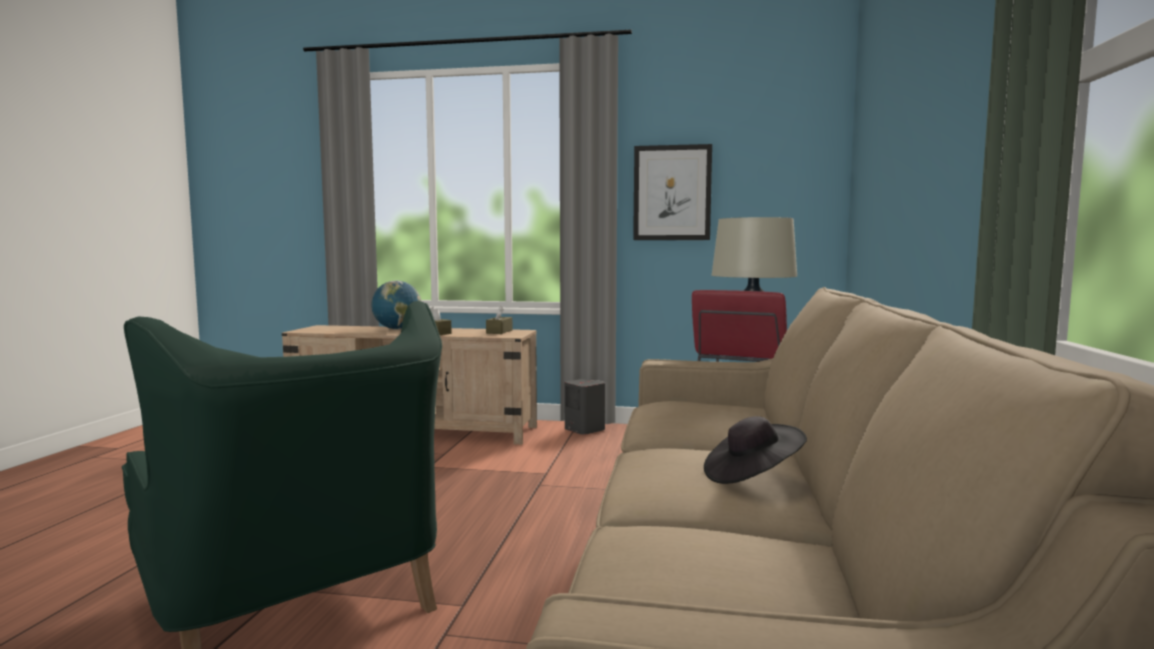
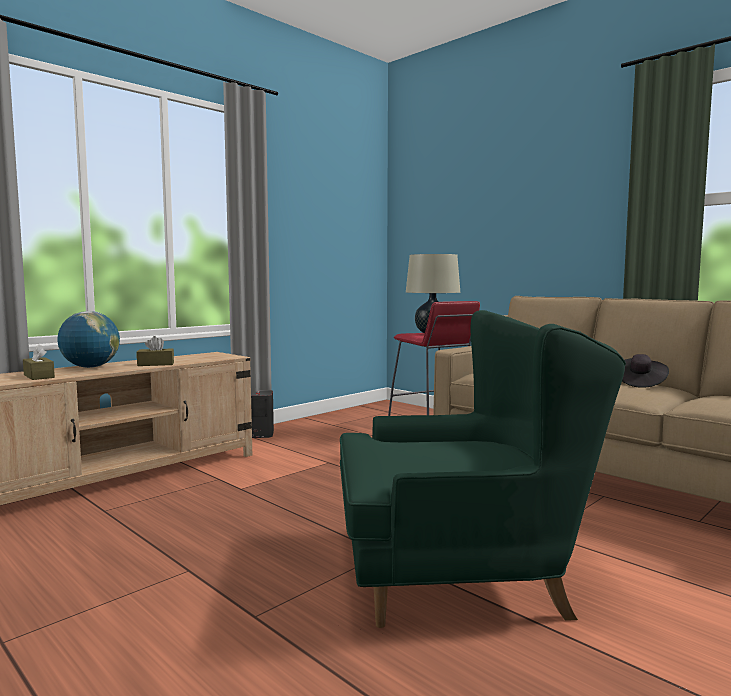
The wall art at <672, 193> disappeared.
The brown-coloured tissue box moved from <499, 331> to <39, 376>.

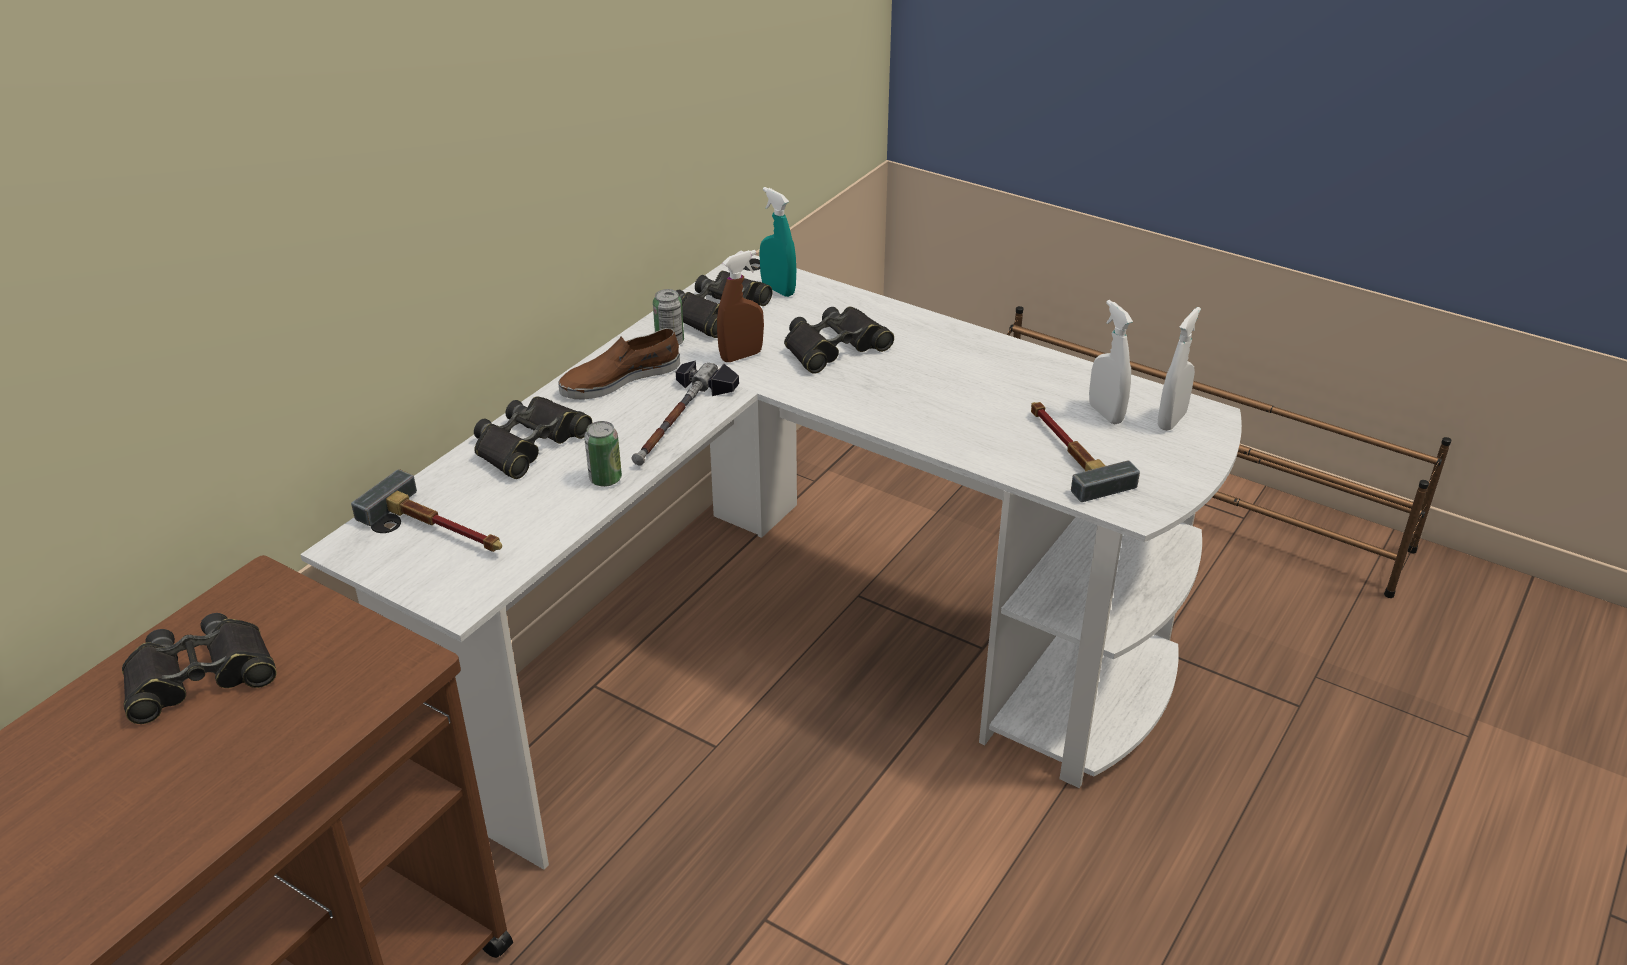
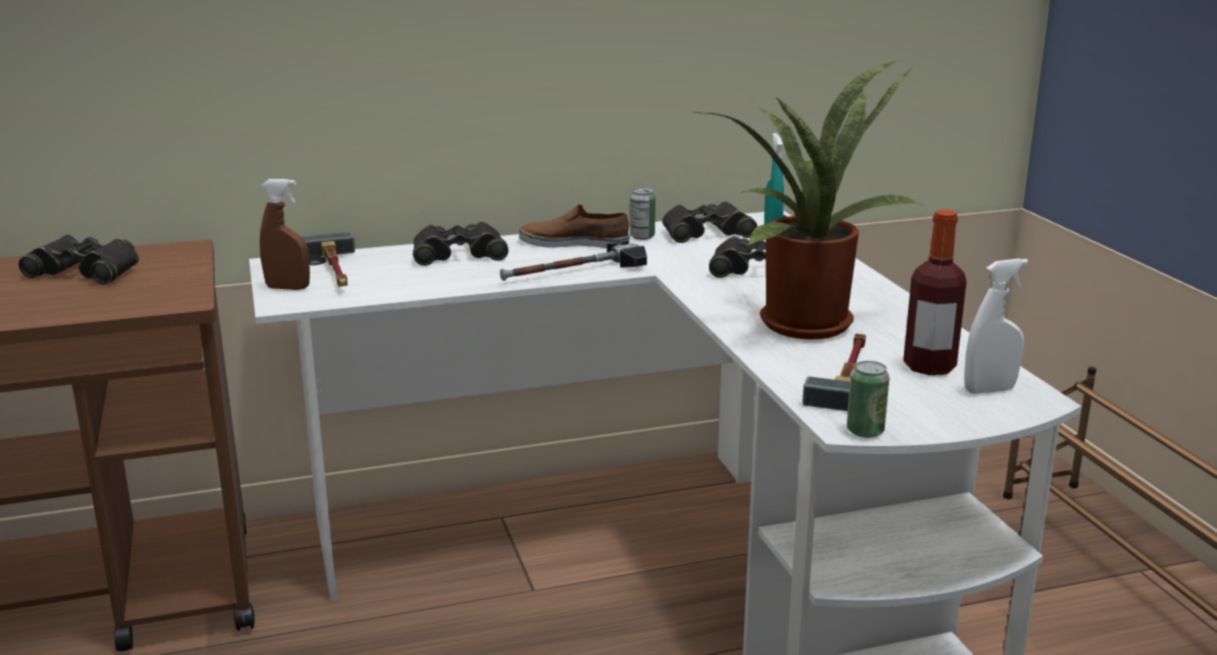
The houseplant at <801, 321> appeared.
The metal can moved from <605, 479> to <865, 431>.
The brown-coloured spray bottle moved from <741, 356> to <288, 288>.
The whitish spray bottle at <1105, 413> was replaced by the drink bottle at <929, 367>.

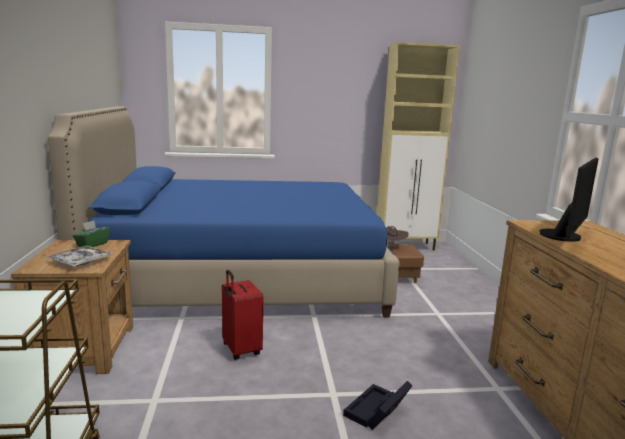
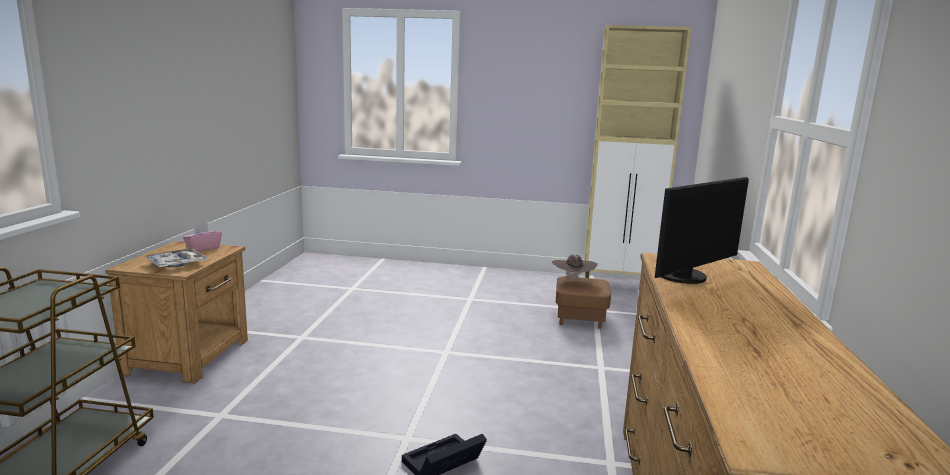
The bluish bedroom bed at <240, 277> disappeared.
The reddish suitcase at <240, 350> disappeared.
The green tissue box at <92, 244> became the pink tissue box at <203, 248>.

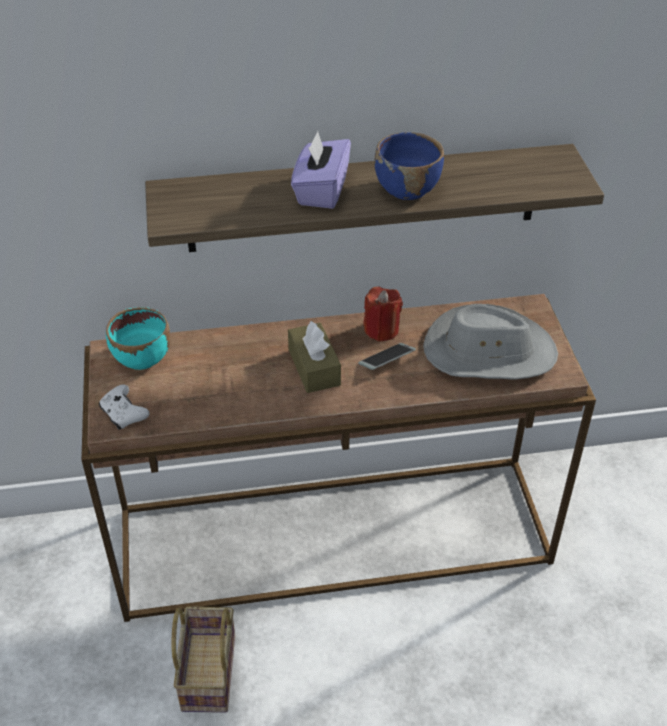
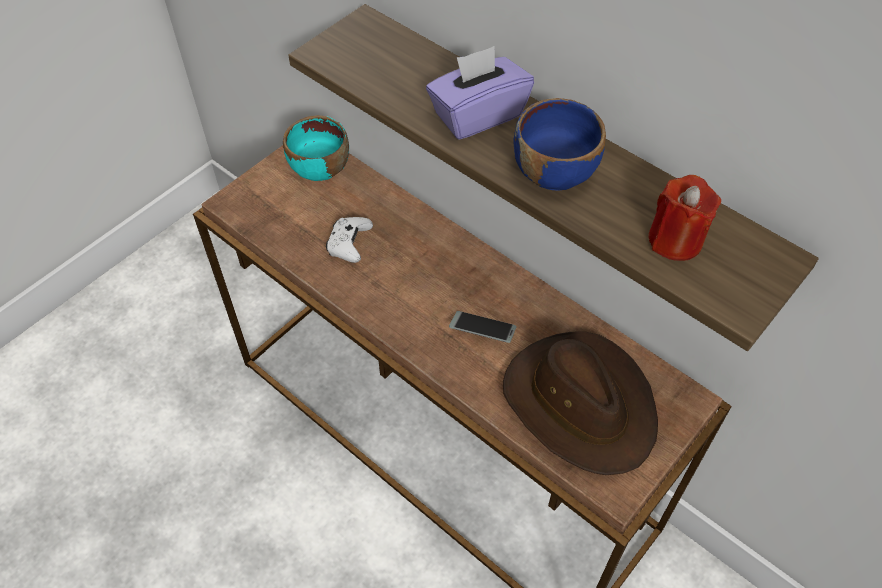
The storage basket at <207, 670> disappeared.
The brown-coloured tissue box at <314, 367> disappeared.
The whitish joypad moved from <123, 414> to <349, 245>.
The reddish wax light moved from <381, 329> to <675, 240>.
The grey clothing hat at <488, 351> became the brown-coloured clothing hat at <580, 403>.

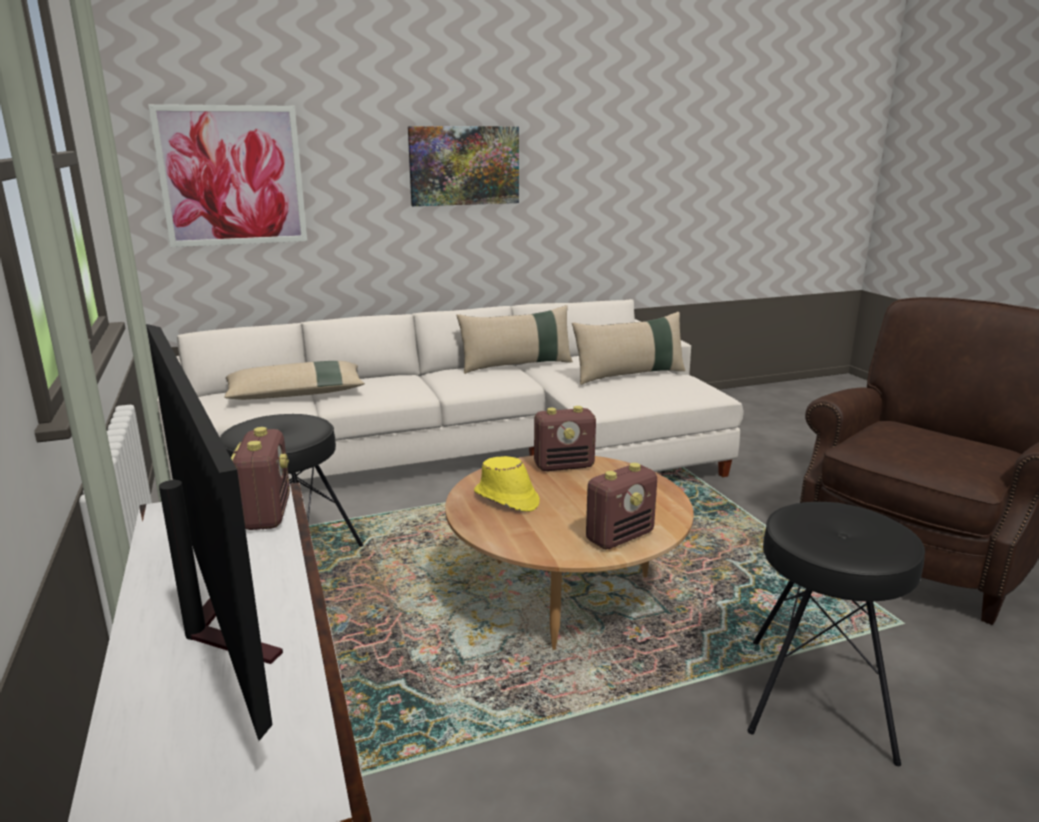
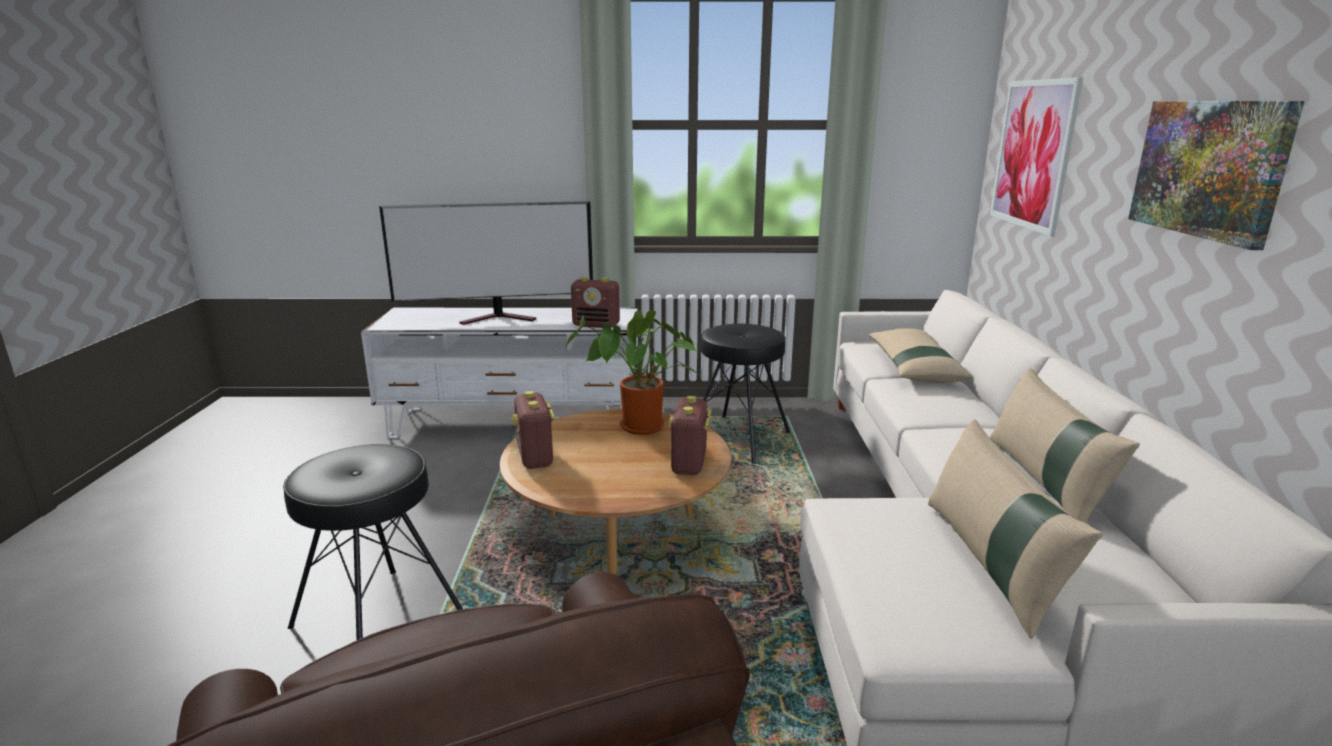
The yellowish clothing hat at <506, 499> was replaced by the houseplant at <639, 429>.

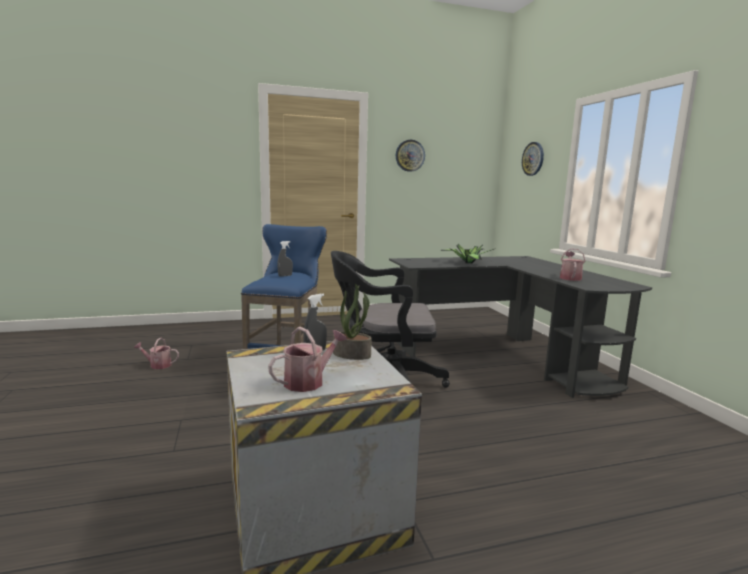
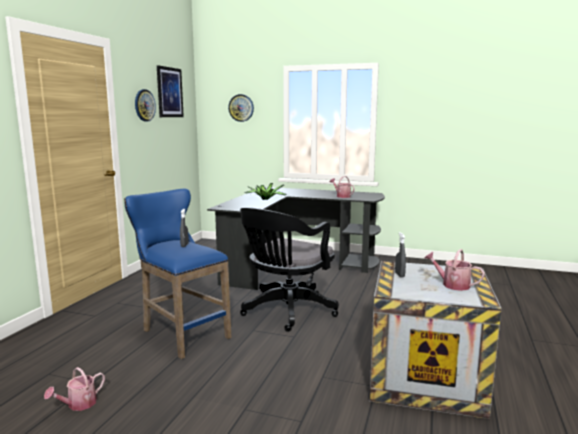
The houseplant at <352, 354> disappeared.
The wall art at <169, 92> appeared.
The watering pot at <308, 381> turned 45 degrees counterclockwise.

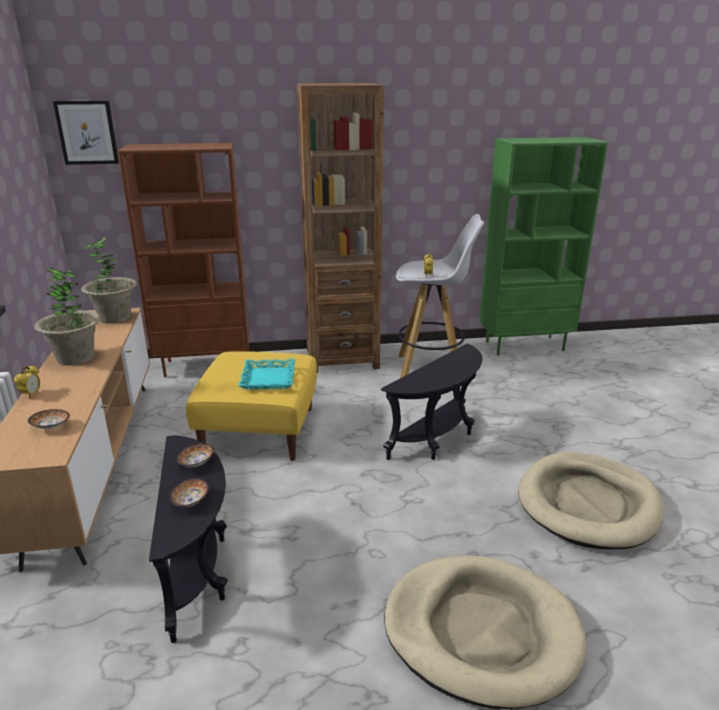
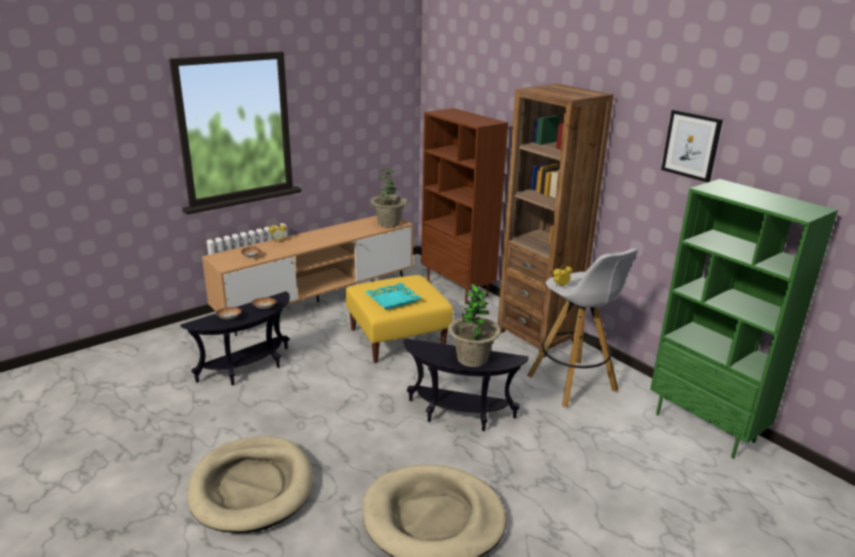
The houseplant moved from <75, 358> to <472, 359>.
The wall art moved from <87, 132> to <691, 145>.

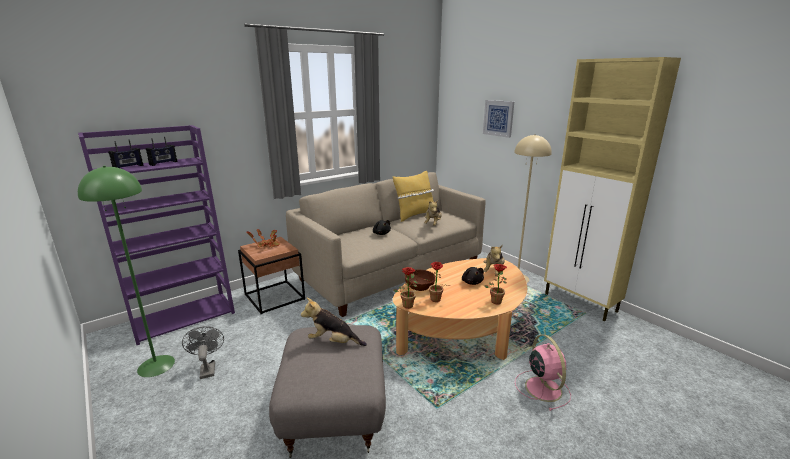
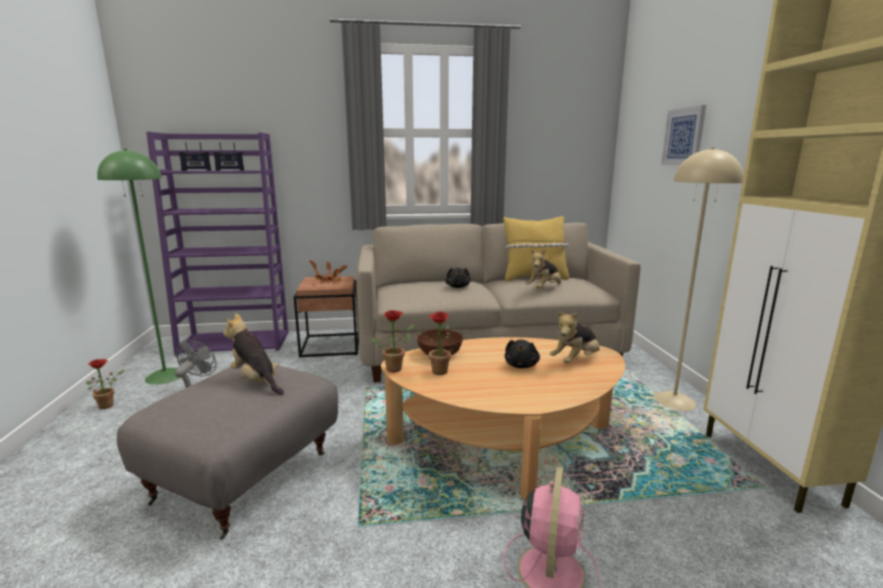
The houseplant moved from <495, 300> to <109, 404>.

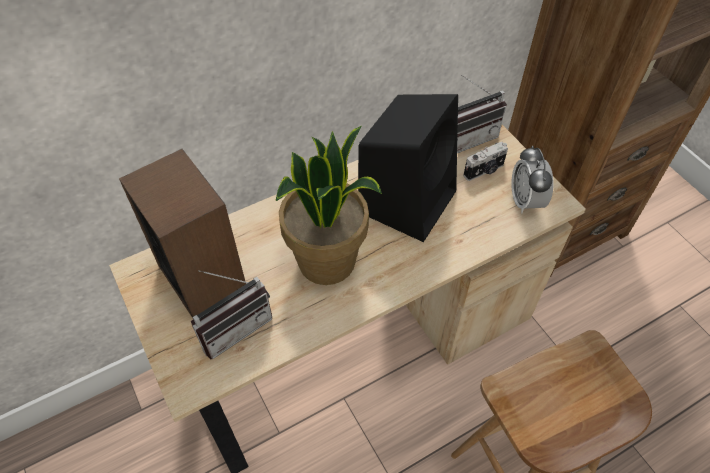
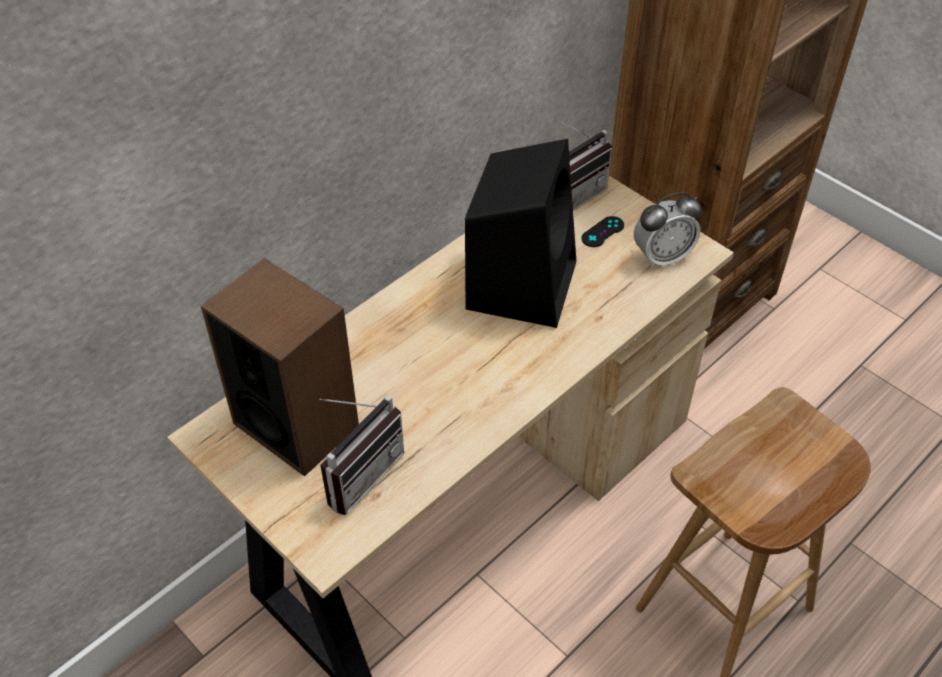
The houseplant at <328, 262> disappeared.
The photo camera at <484, 171> was replaced by the black joypad at <602, 232>.
The table clock at <525, 201> turned 90 degrees counterclockwise.

